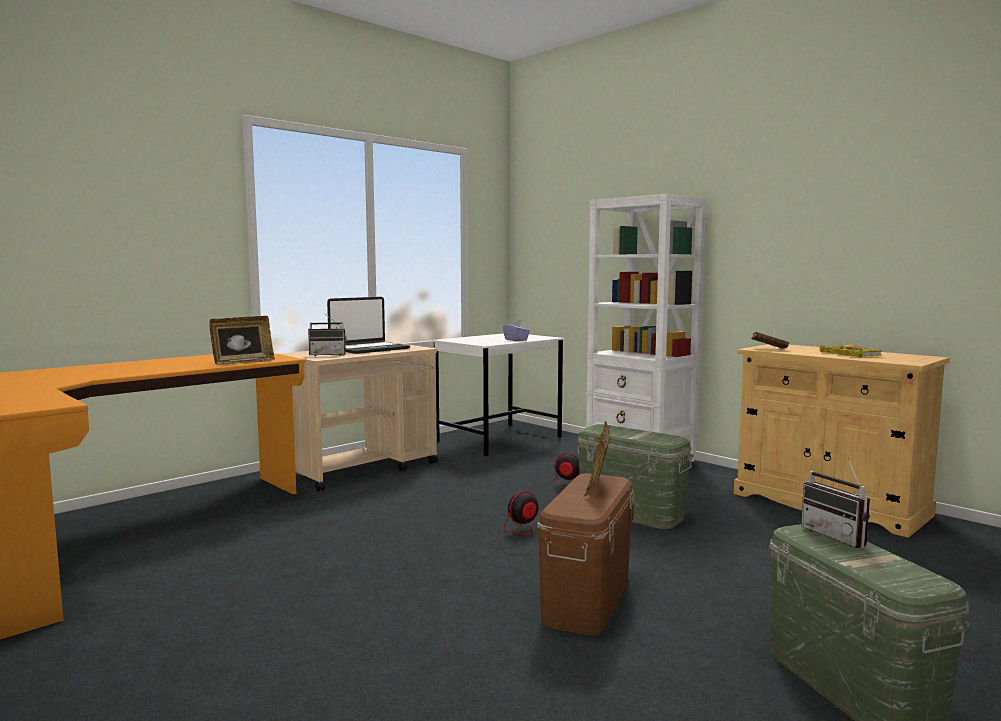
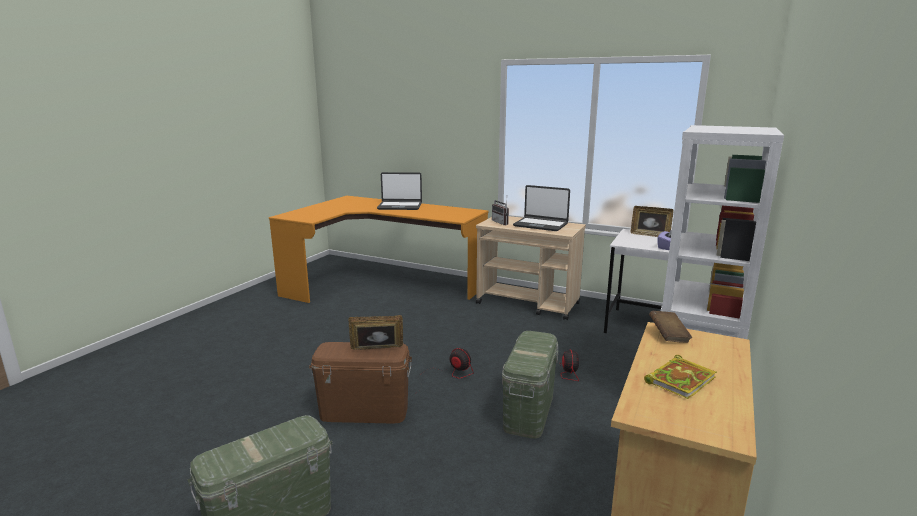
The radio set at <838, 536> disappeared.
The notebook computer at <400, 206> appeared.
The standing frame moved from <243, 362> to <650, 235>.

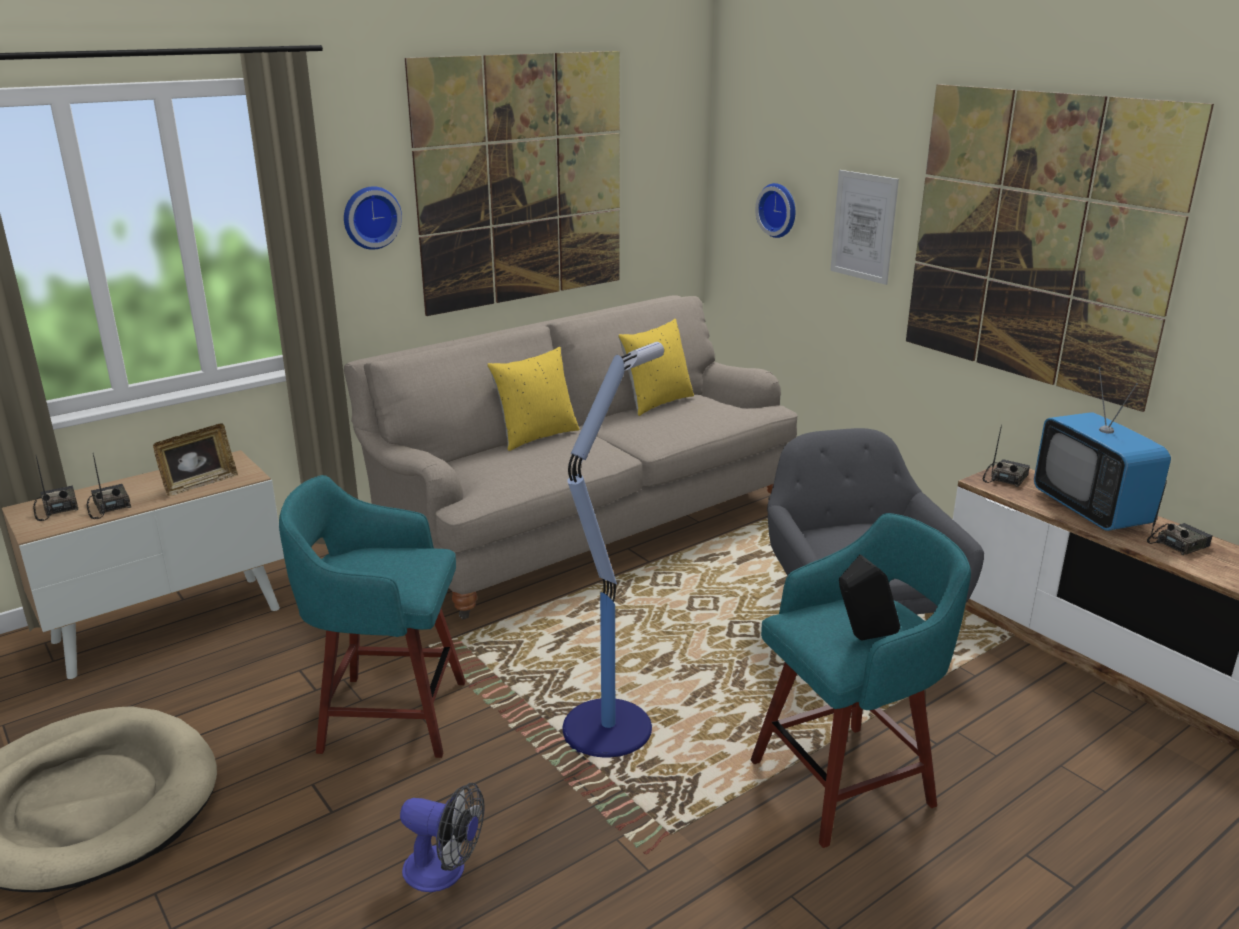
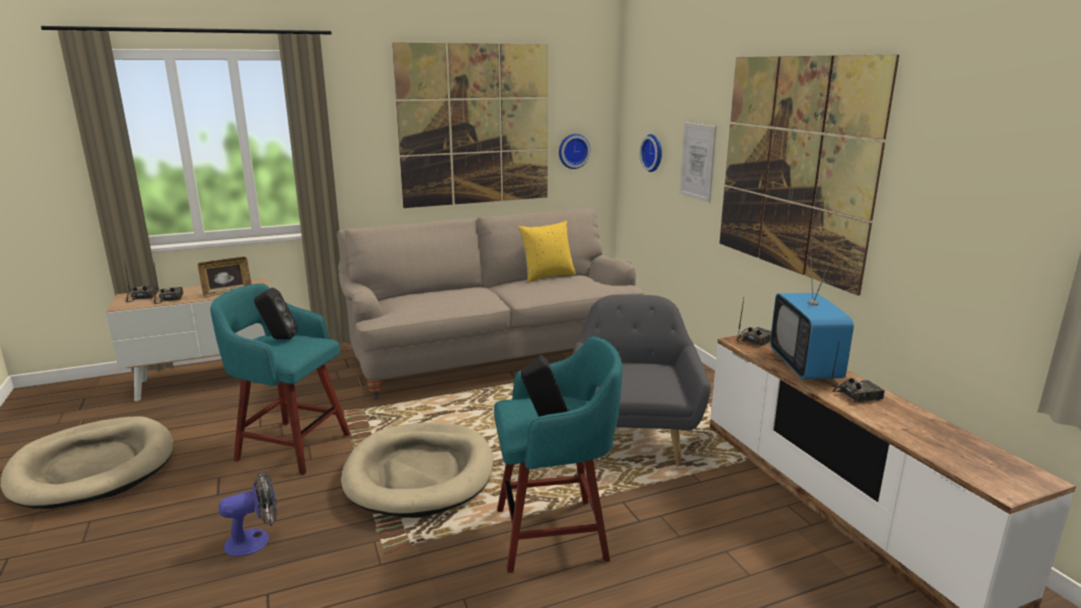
The yellowish throw pillow at <536, 436> disappeared.
The black loudspeaker at <278, 338> appeared.
The clock on the wall moved from <370, 217> to <573, 151>.
The floor lamp at <609, 726> was replaced by the beige dog cushion at <420, 473>.
The cooling fan at <444, 871> turned 60 degrees counterclockwise.

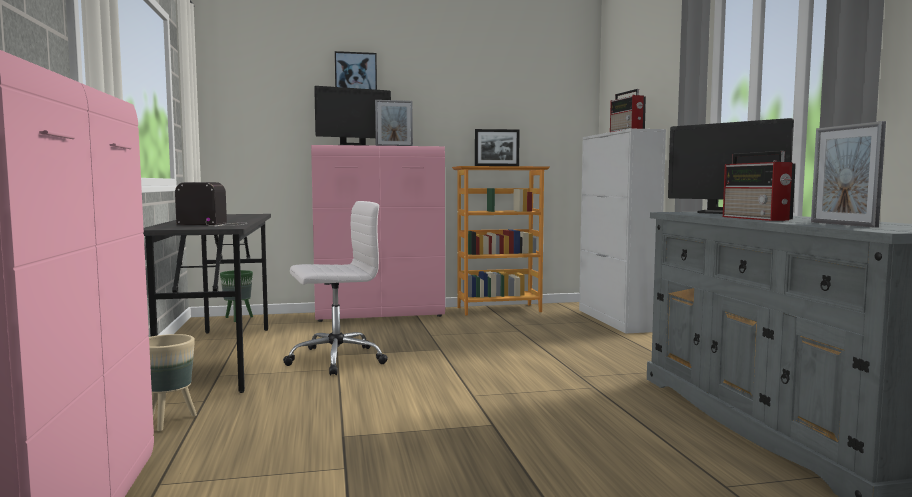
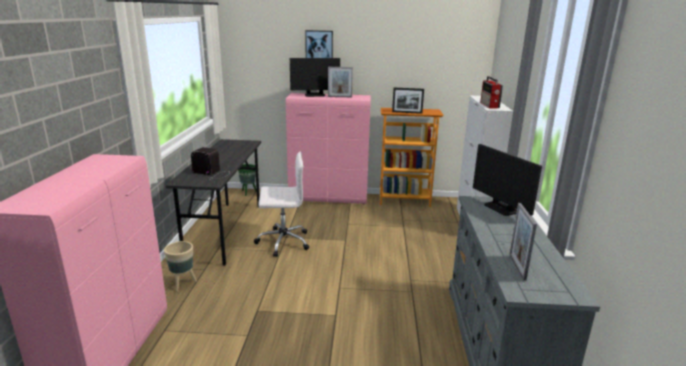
The radio set at <756, 218> disappeared.

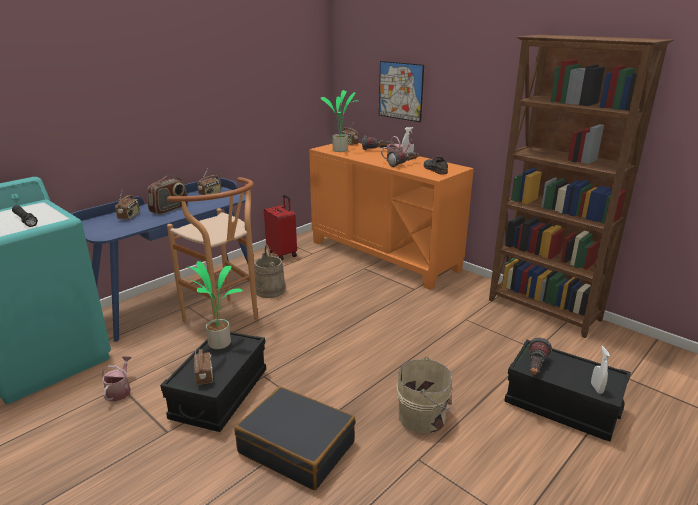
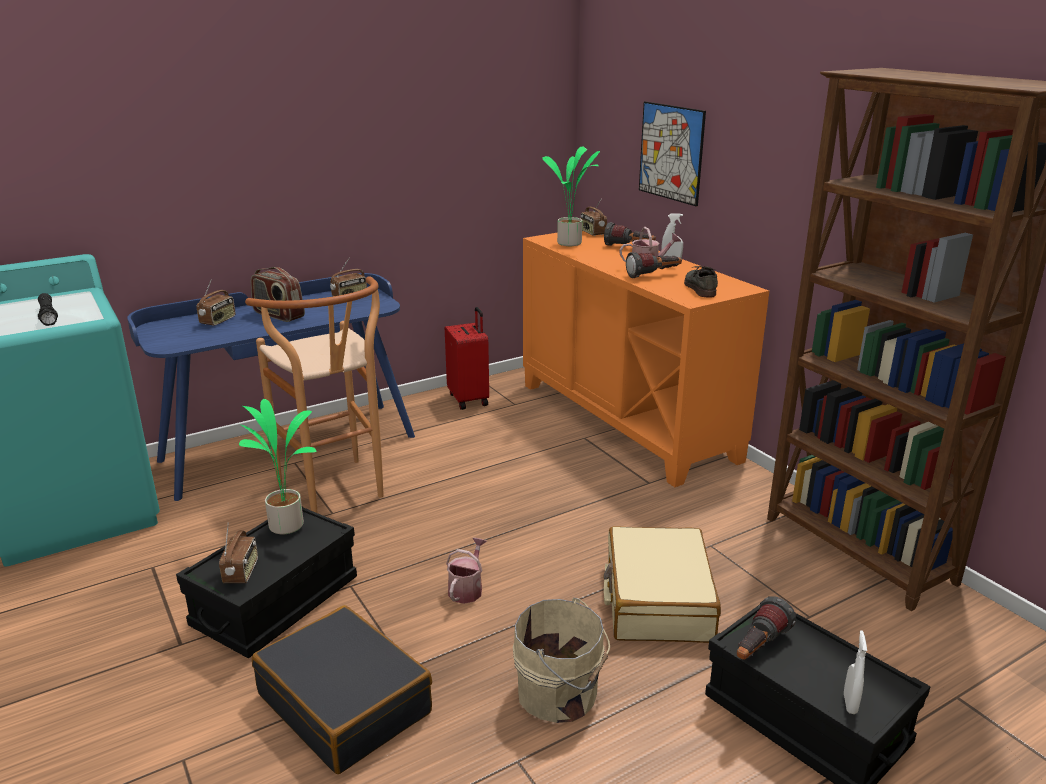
The beige water bucket at <270, 290> disappeared.
The beige suitcase at <657, 600> appeared.
The watering pot moved from <120, 390> to <467, 589>.
The radio set at <169, 209> turned 75 degrees clockwise.

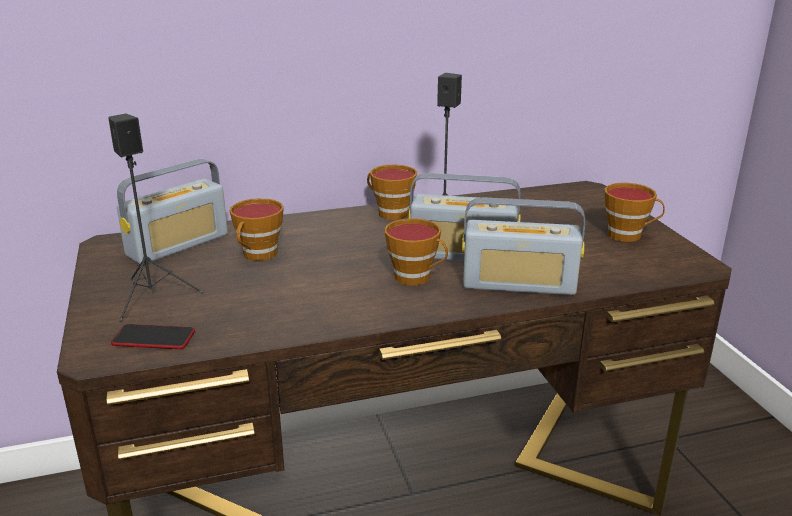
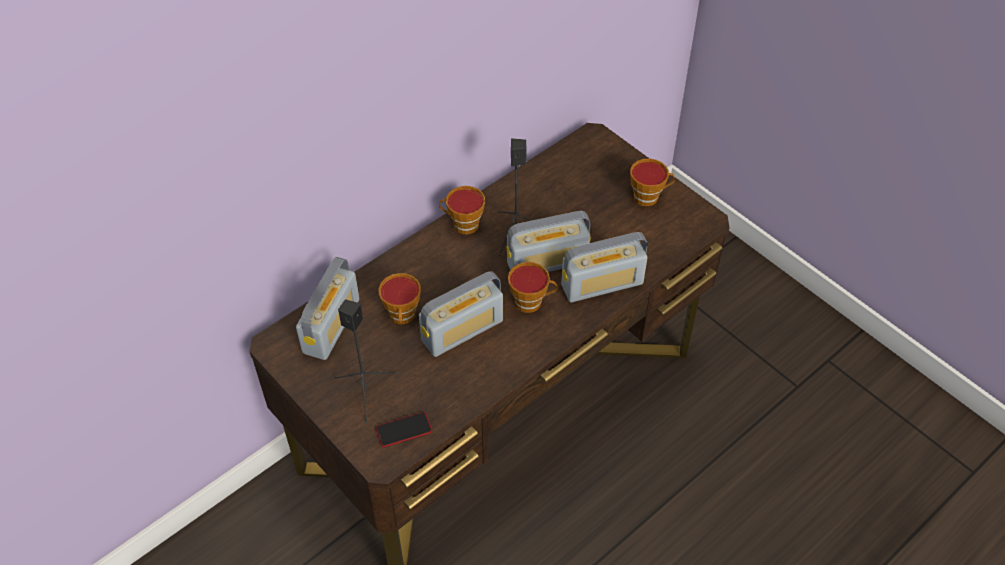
The radio set at <462, 330> appeared.

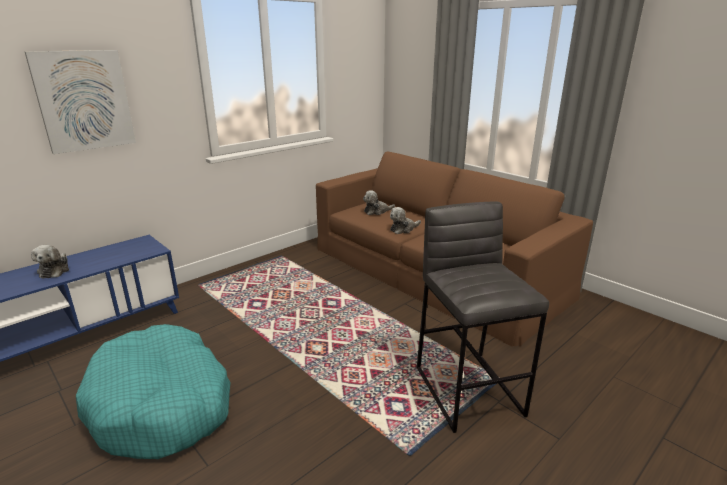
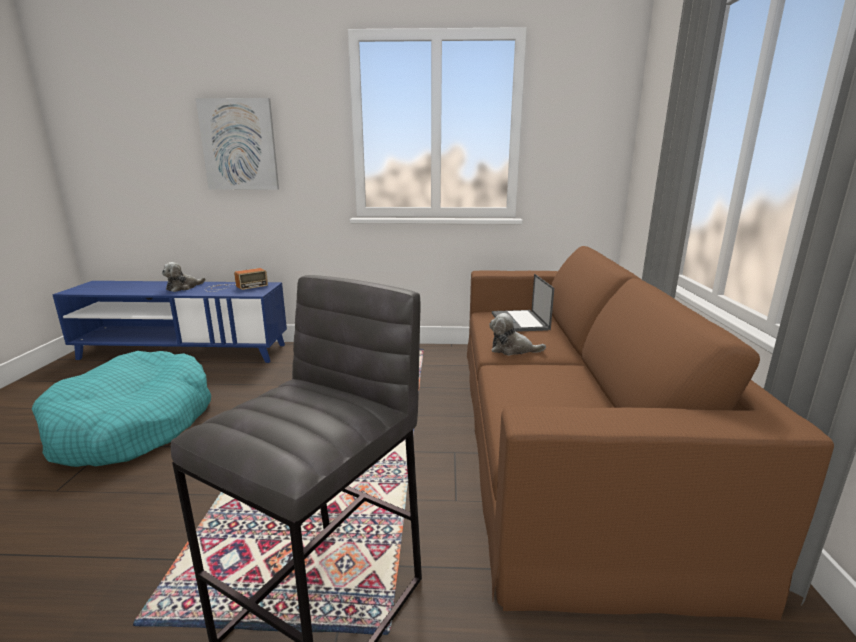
The radio set at <234, 287> appeared.
The cuddly toy at <377, 211> was replaced by the notebook computer at <520, 321>.

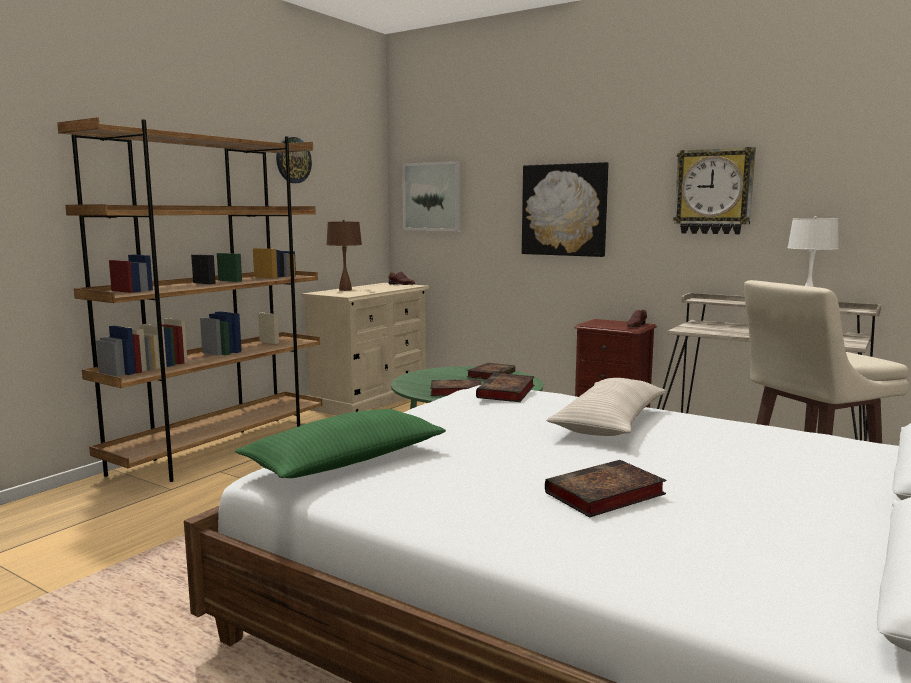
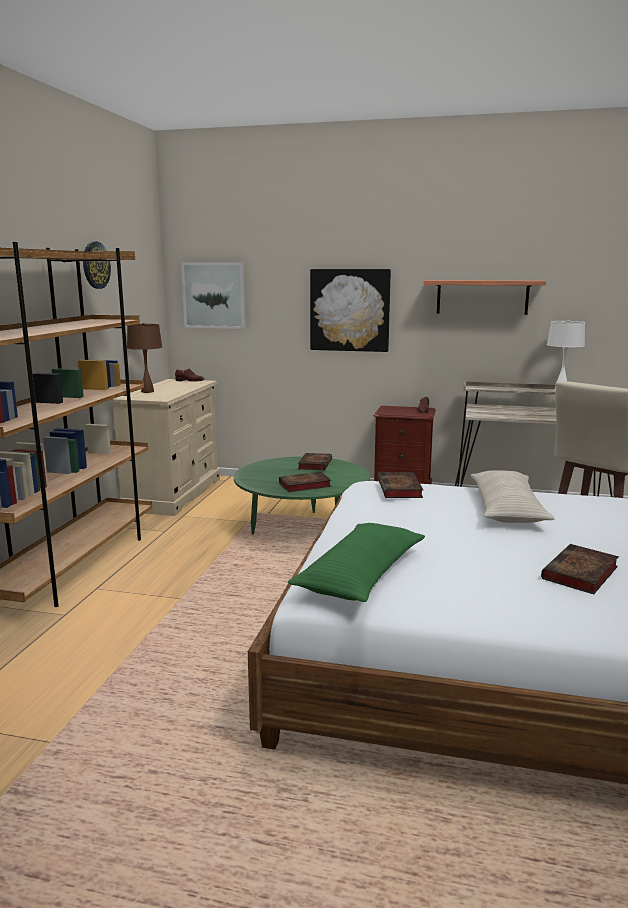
The clock on the wall at <714, 192> was replaced by the bracket shelf at <482, 297>.

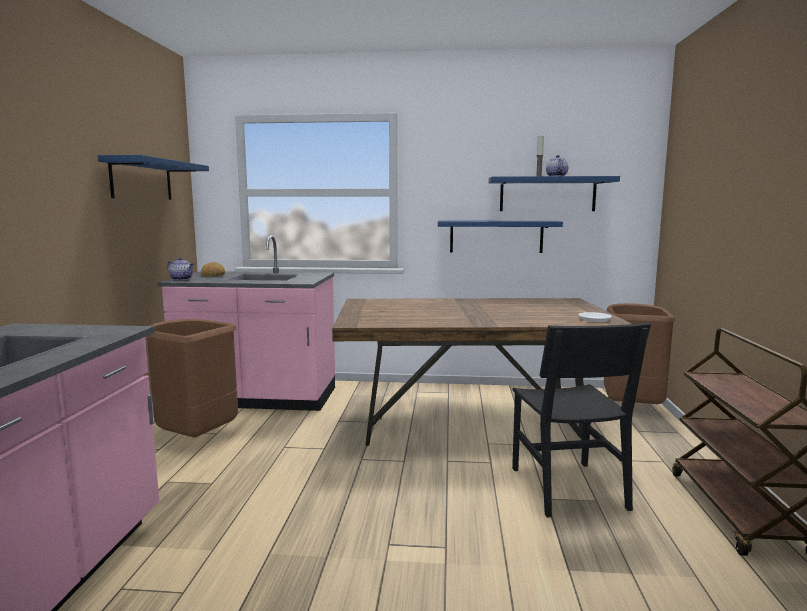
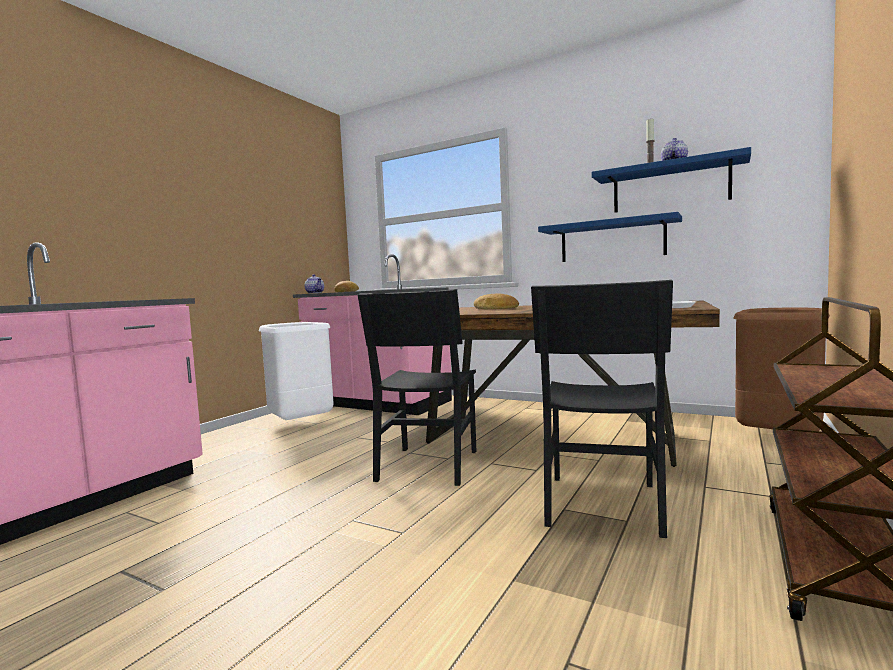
The bluish bracket shelf at <142, 180> disappeared.
The black chair at <428, 465> appeared.
The bread at <495, 308> appeared.
The brown-coloured rubbish bin at <195, 438> became the whitish rubbish bin at <299, 424>.

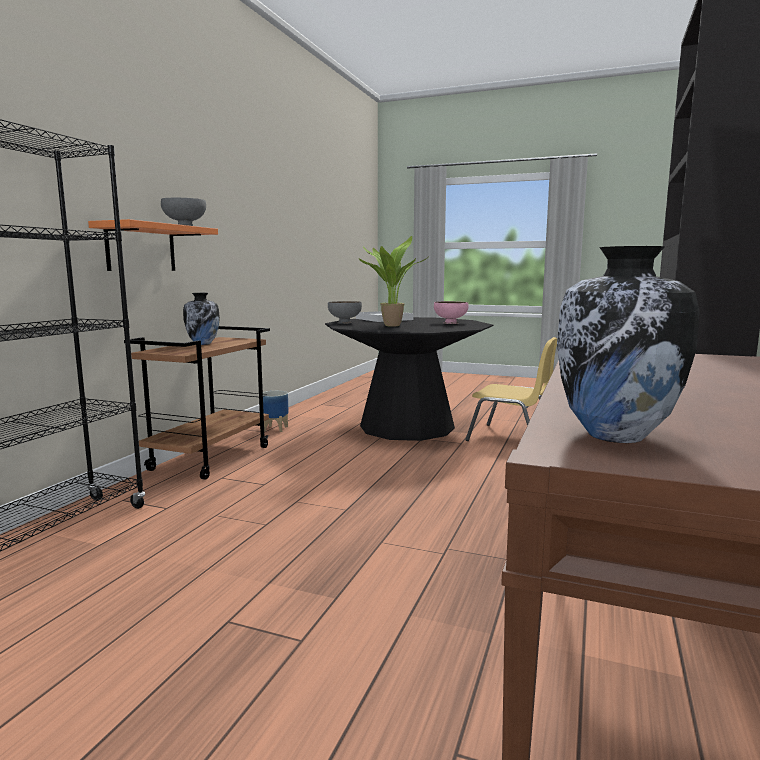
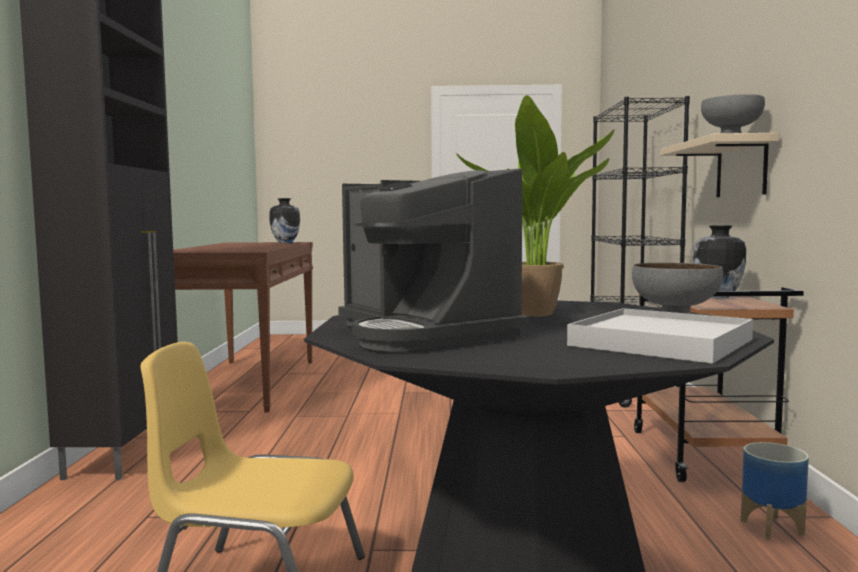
The pink bowl at <450, 323> was replaced by the coffee brewer at <424, 334>.
The orangey bracket shelf at <141, 248> became the beige bracket shelf at <741, 168>.

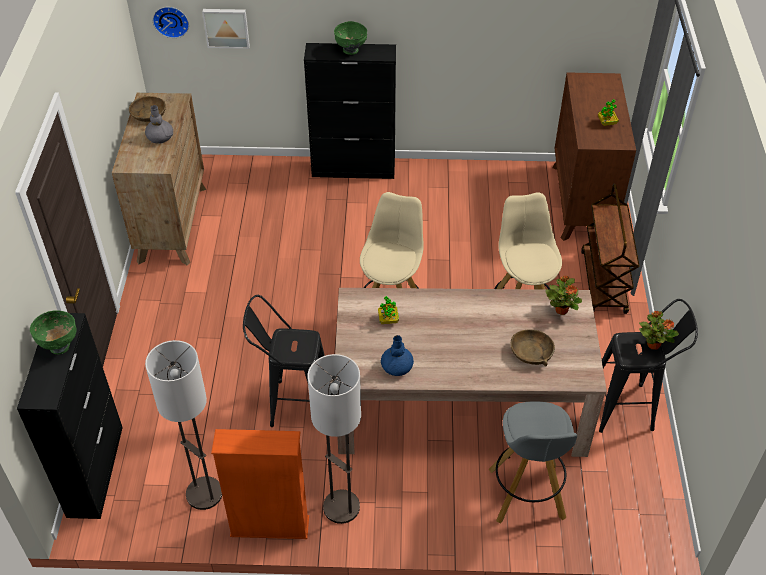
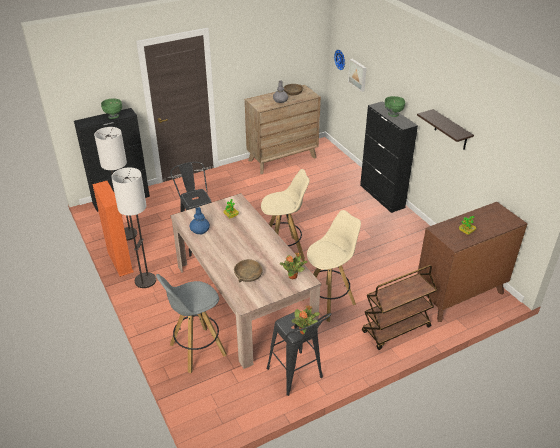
The bracket shelf at <451, 130> appeared.

